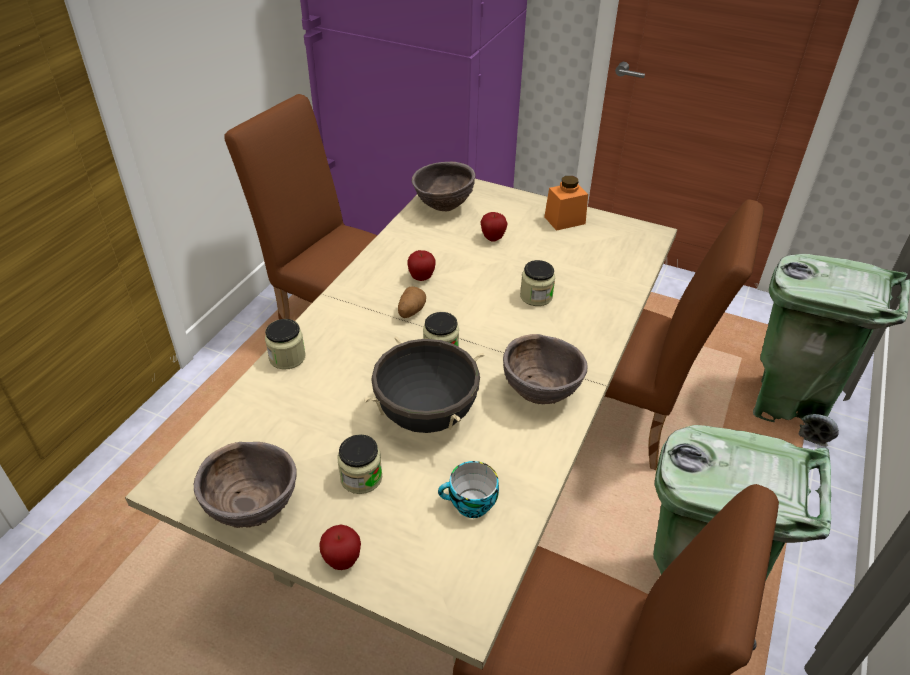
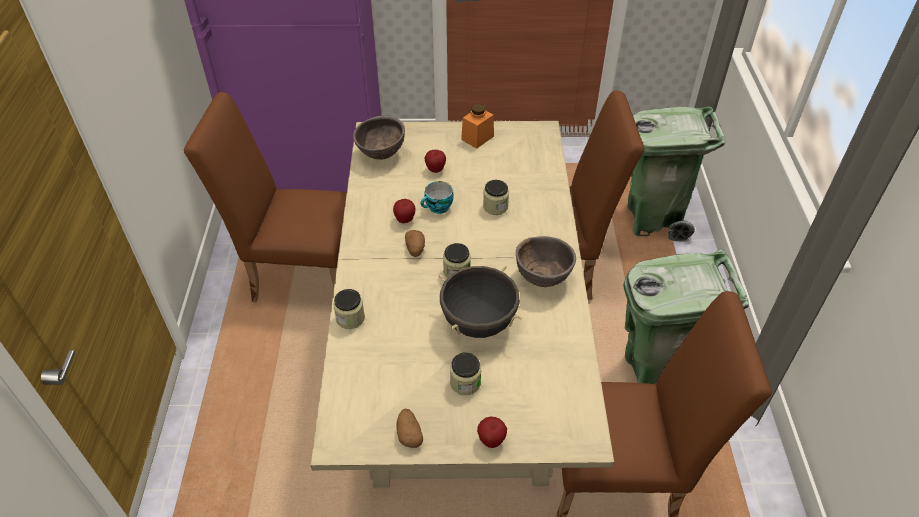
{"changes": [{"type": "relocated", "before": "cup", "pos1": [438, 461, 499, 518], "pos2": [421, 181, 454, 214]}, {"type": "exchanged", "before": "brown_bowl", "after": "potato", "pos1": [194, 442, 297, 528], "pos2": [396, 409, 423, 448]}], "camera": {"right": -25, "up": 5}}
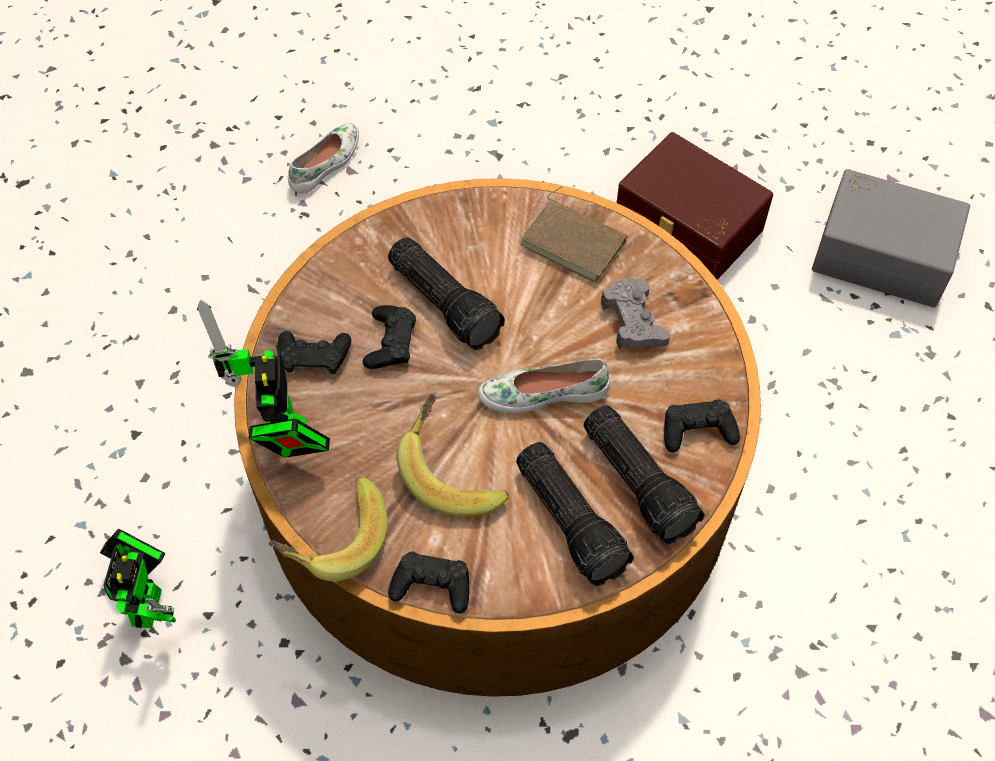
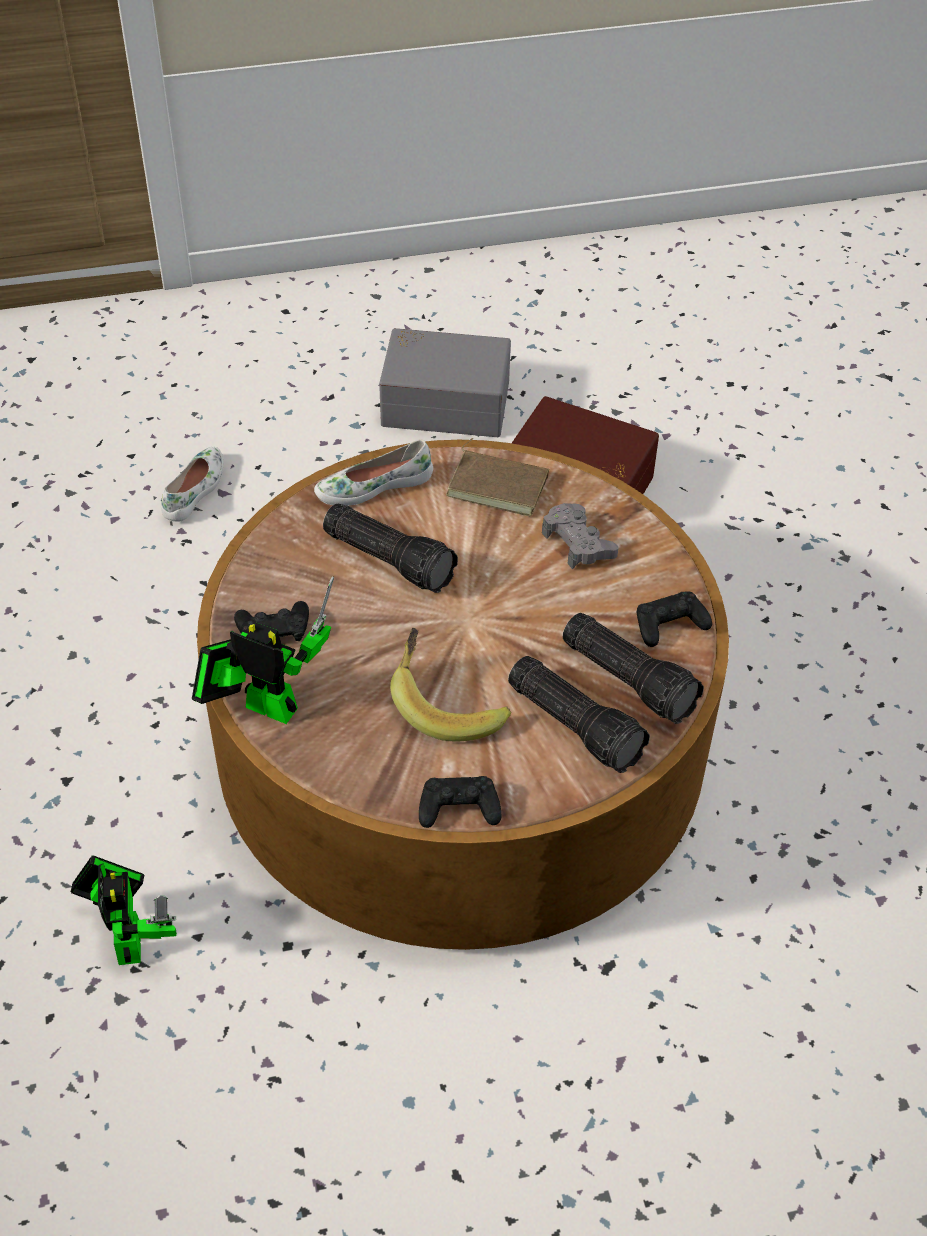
{"changes": [{"type": "missing", "before": "banana", "pos1": [269, 477, 387, 581]}, {"type": "missing", "before": "black_game_controller", "pos1": [363, 305, 416, 369]}, {"type": "relocated", "before": "white_shoe", "pos1": [478, 359, 610, 413], "pos2": [314, 440, 433, 506]}, {"type": "relocated", "before": "grey_storage_box", "pos1": [812, 169, 970, 307], "pos2": [379, 328, 511, 437]}, {"type": "spun", "before": "toy_robot", "pos1": [197, 300, 330, 458], "pos2": [192, 576, 334, 724], "turn": 135}], "camera": {"right": -15, "up": -10}}
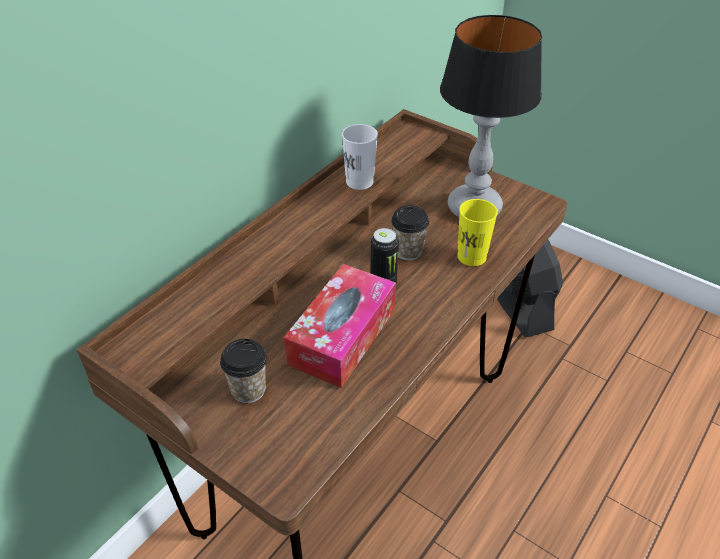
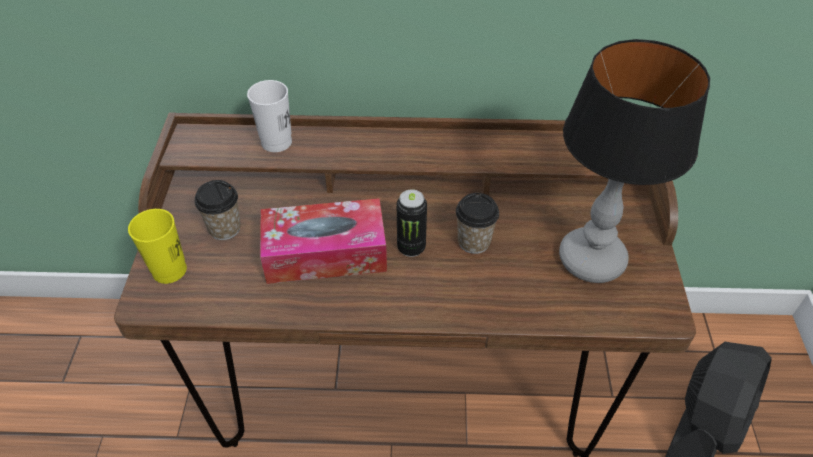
{"changes": [{"type": "relocated", "before": "white_cup", "pos1": [342, 124, 378, 190], "pos2": [247, 80, 292, 152]}, {"type": "relocated", "before": "yellow_cup", "pos1": [457, 199, 498, 266], "pos2": [128, 209, 187, 284]}], "camera": {"right": 55, "up": 5}}
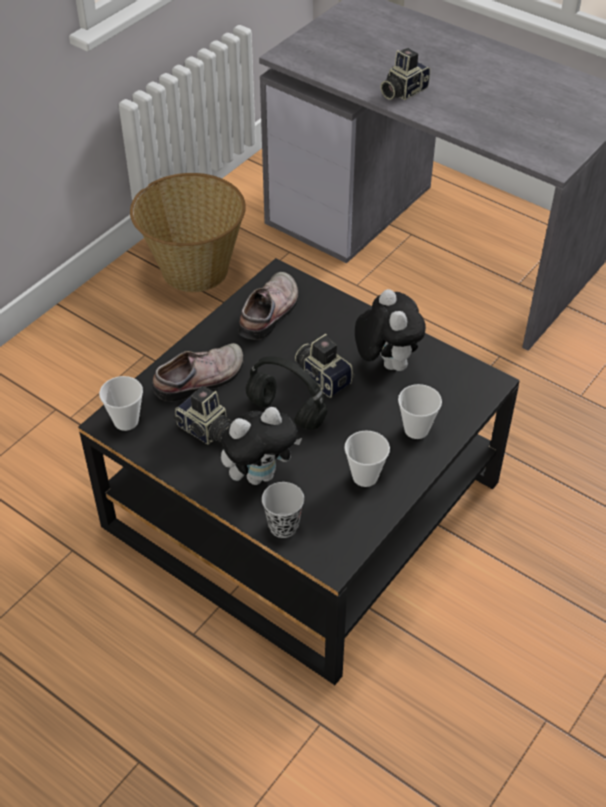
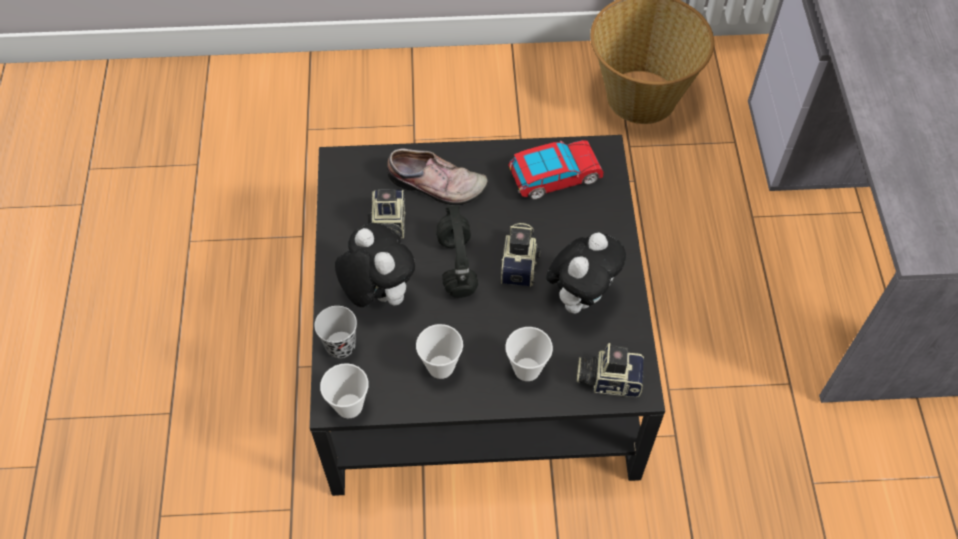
{"changes": [{"type": "relocated", "before": "cup", "pos1": [99, 376, 143, 431], "pos2": [320, 363, 369, 418]}, {"type": "relocated", "before": "photo_camera", "pos1": [380, 48, 430, 100], "pos2": [577, 343, 644, 397]}, {"type": "exchanged", "before": "shoe", "after": "toy_car", "pos1": [238, 272, 299, 340], "pos2": [508, 140, 603, 199]}, {"type": "spun", "before": "plush_toy", "pos1": [221, 407, 302, 485], "pos2": [335, 223, 415, 307], "turn": -150}], "camera": {"right": 50, "up": 10}}
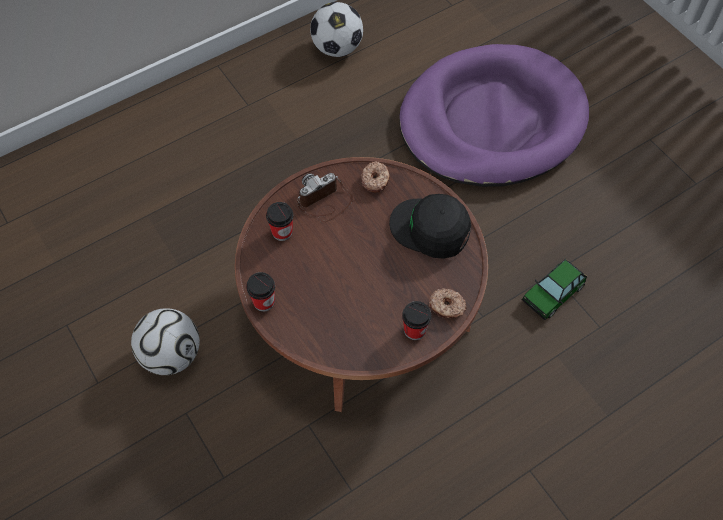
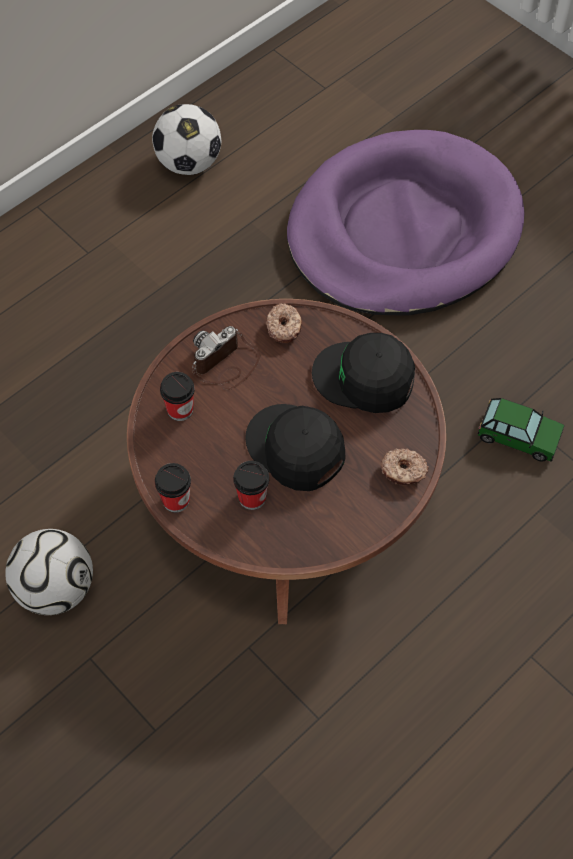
{"changes": [{"type": "appeared", "after": "black_cap", "pos2": [245, 404, 345, 491]}, {"type": "relocated", "before": "cup", "pos1": [402, 301, 431, 340], "pos2": [233, 461, 269, 510]}, {"type": "spun", "before": "toy_car", "pos1": [522, 258, 587, 320], "pos2": [478, 398, 565, 462], "turn": -105}], "camera": {"right": -10, "up": 0}}
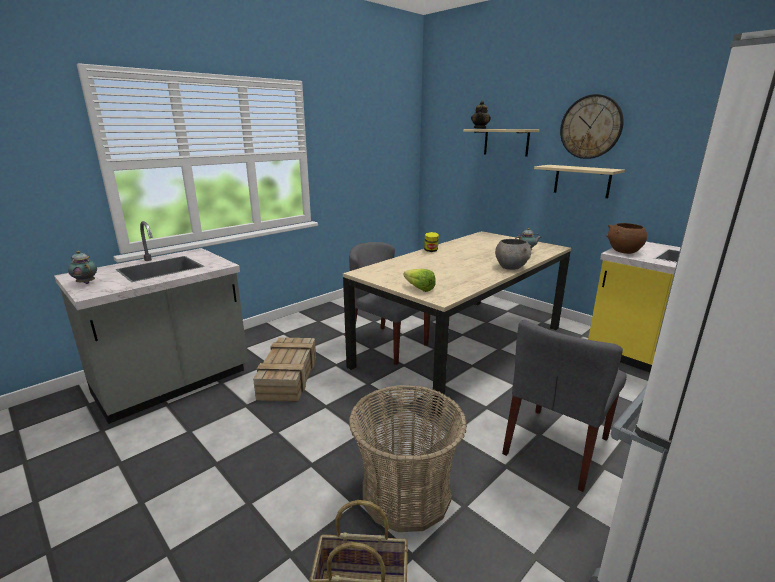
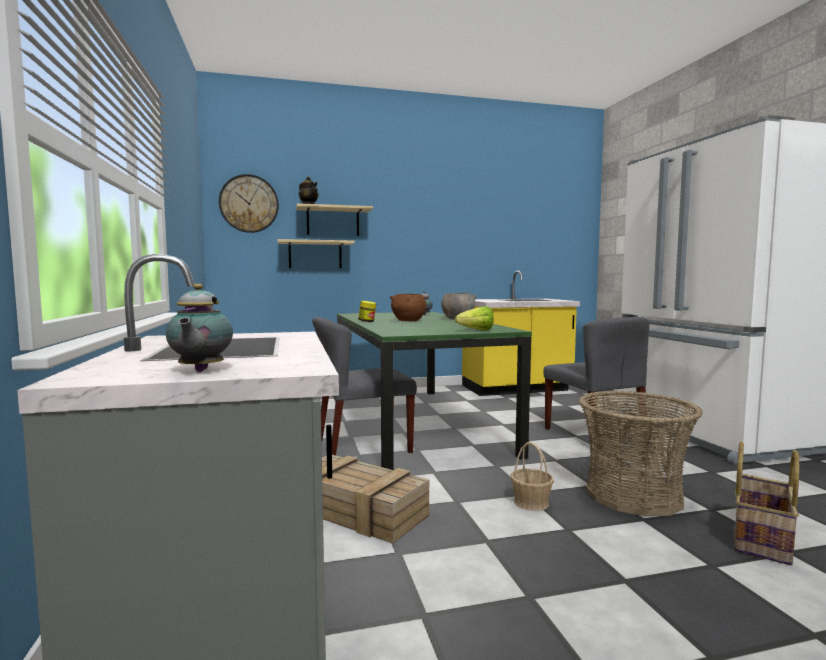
{"changes": [{"type": "appeared", "after": "basket", "pos2": [511, 442, 554, 511]}, {"type": "relocated", "before": "shelf", "pos1": [534, 165, 625, 198], "pos2": [278, 239, 355, 268]}, {"type": "relocated", "before": "wall_clock", "pos1": [560, 94, 624, 159], "pos2": [219, 174, 279, 233]}, {"type": "relocated", "before": "brown_bowl", "pos1": [606, 223, 647, 254], "pos2": [390, 294, 426, 321]}, {"type": "colour", "before": "beige_dining_table", "after": "green_dining_table", "pos1": [343, 231, 571, 417], "pos2": [337, 312, 532, 470]}, {"type": "spun", "before": "teapot", "pos1": [68, 251, 97, 284], "pos2": [166, 284, 233, 372], "turn": -75}], "camera": {"right": -60, "up": -15}}
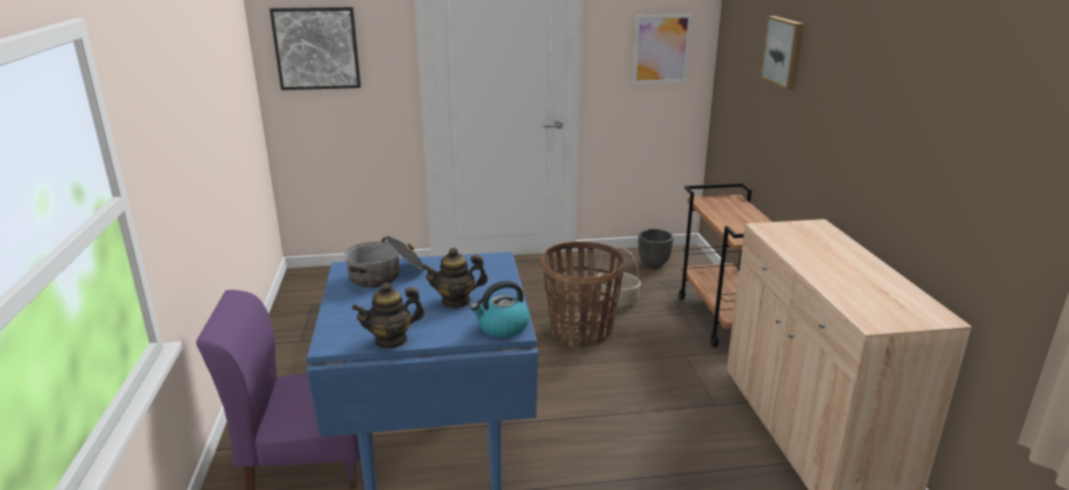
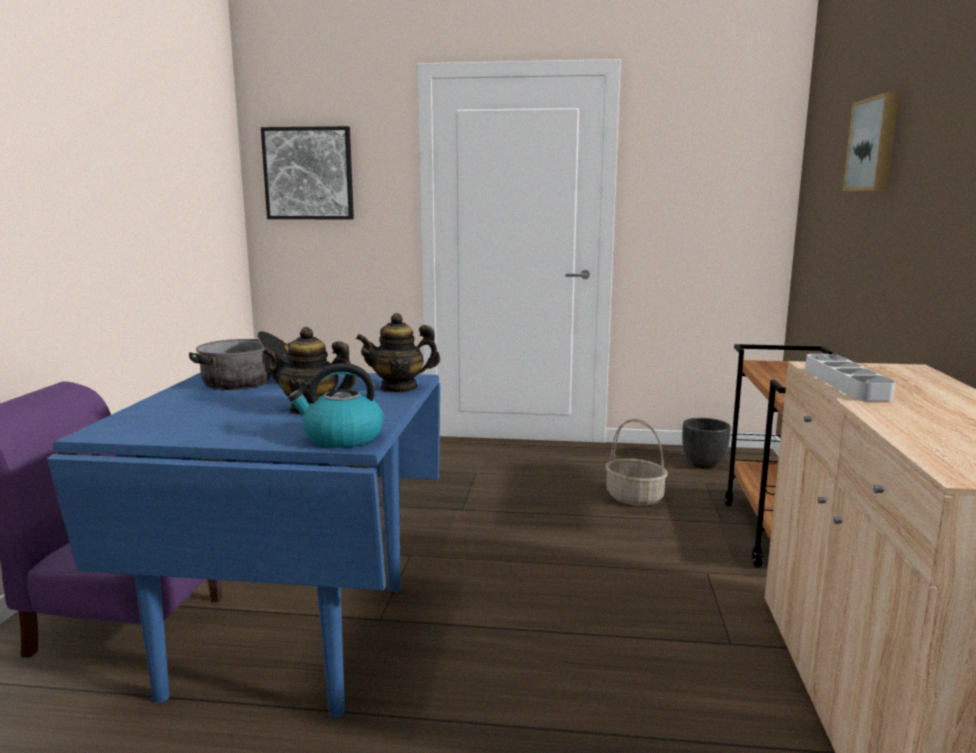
{"changes": [{"type": "missing", "before": "basket", "pos1": [541, 241, 625, 347]}, {"type": "missing", "before": "picture", "pos1": [633, 14, 692, 84]}, {"type": "appeared", "after": "grey_tray", "pos2": [805, 354, 896, 401]}, {"type": "relocated", "before": "teapot", "pos1": [352, 282, 424, 349], "pos2": [356, 313, 440, 393]}], "camera": {"right": 15, "up": -10}}
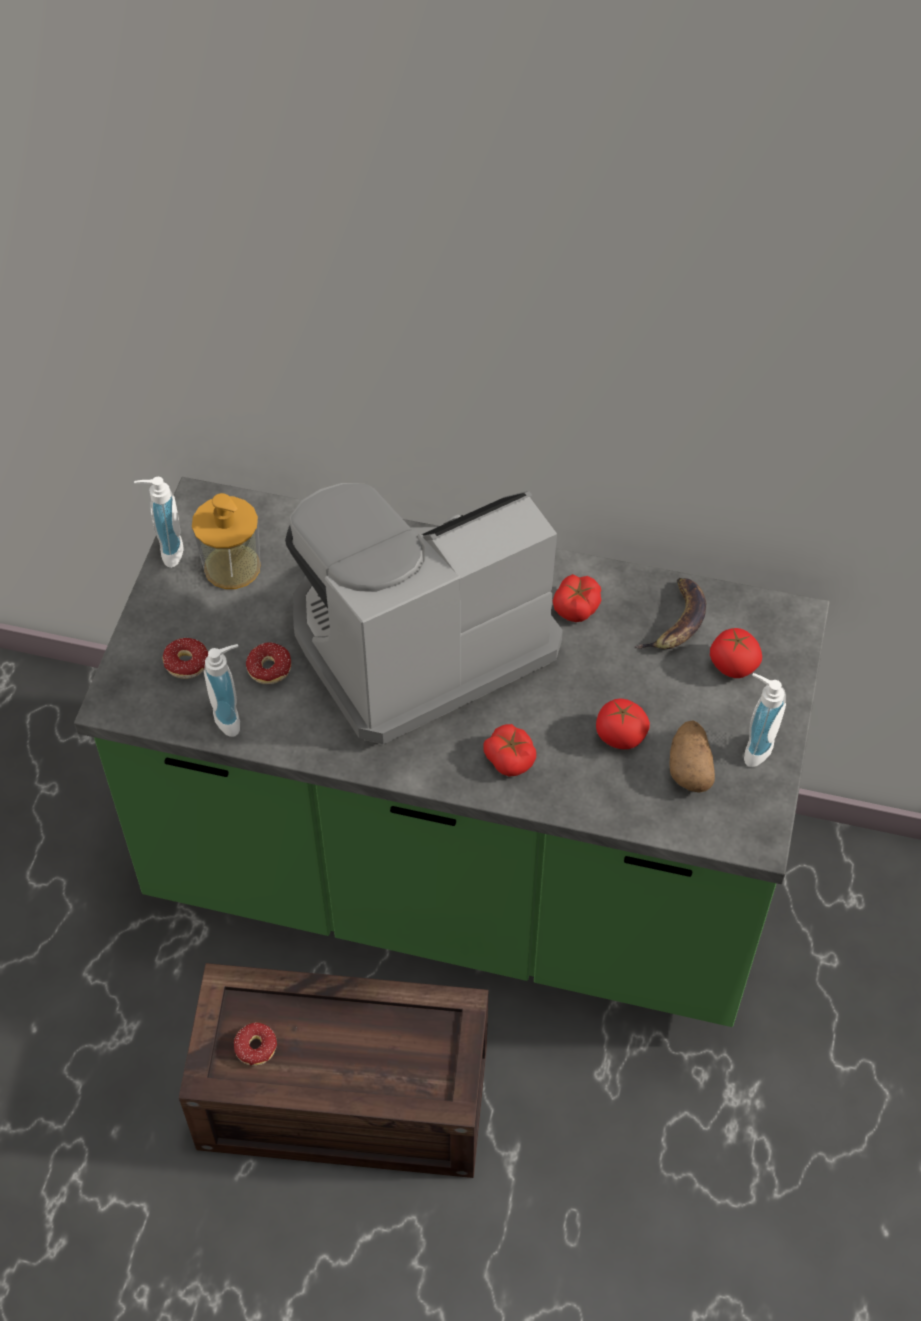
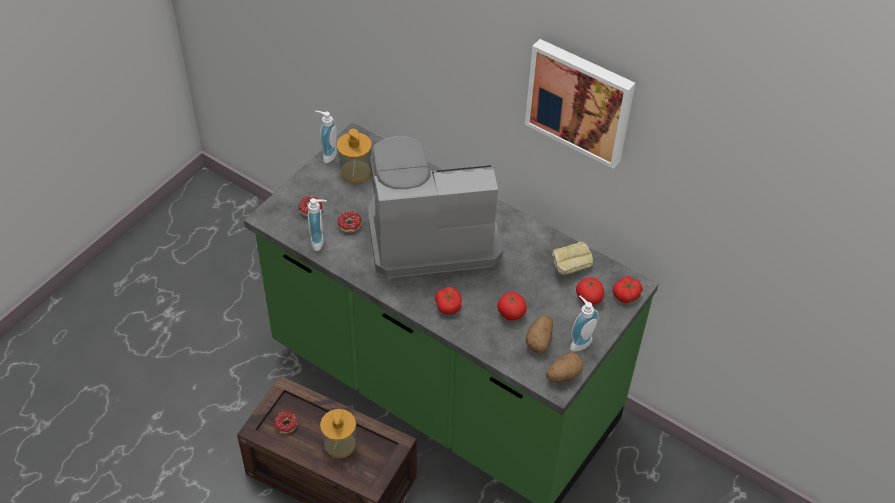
{"changes": [{"type": "appeared", "after": "soap_dispenser", "pos2": [320, 409, 356, 458]}, {"type": "appeared", "after": "picture", "pos2": [525, 39, 635, 169]}, {"type": "appeared", "after": "potato", "pos2": [546, 352, 583, 382]}, {"type": "relocated", "before": "tomato", "pos1": [553, 574, 602, 622], "pos2": [613, 276, 643, 303]}, {"type": "exchanged", "before": "banana", "after": "bread", "pos1": [635, 578, 706, 649], "pos2": [552, 242, 593, 275]}], "camera": {"right": 20, "up": -5}}
